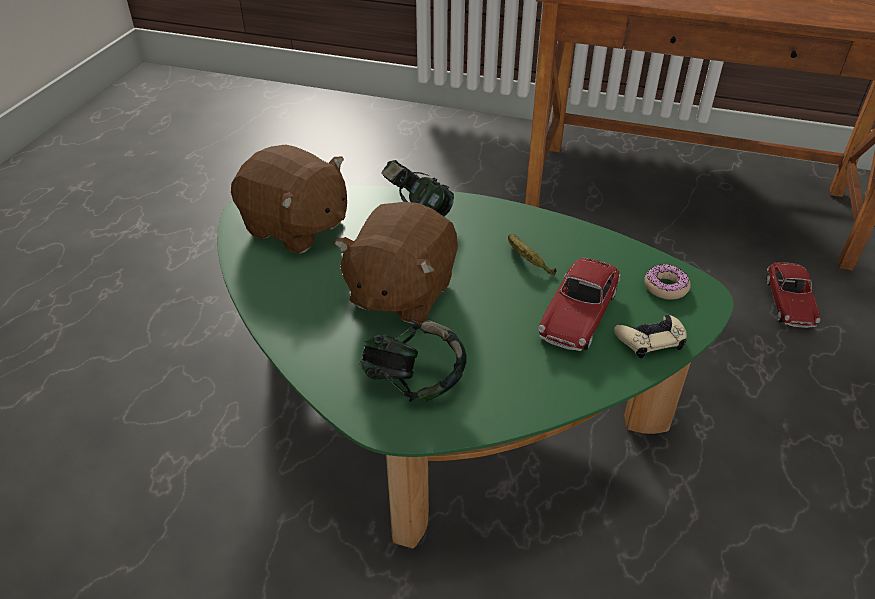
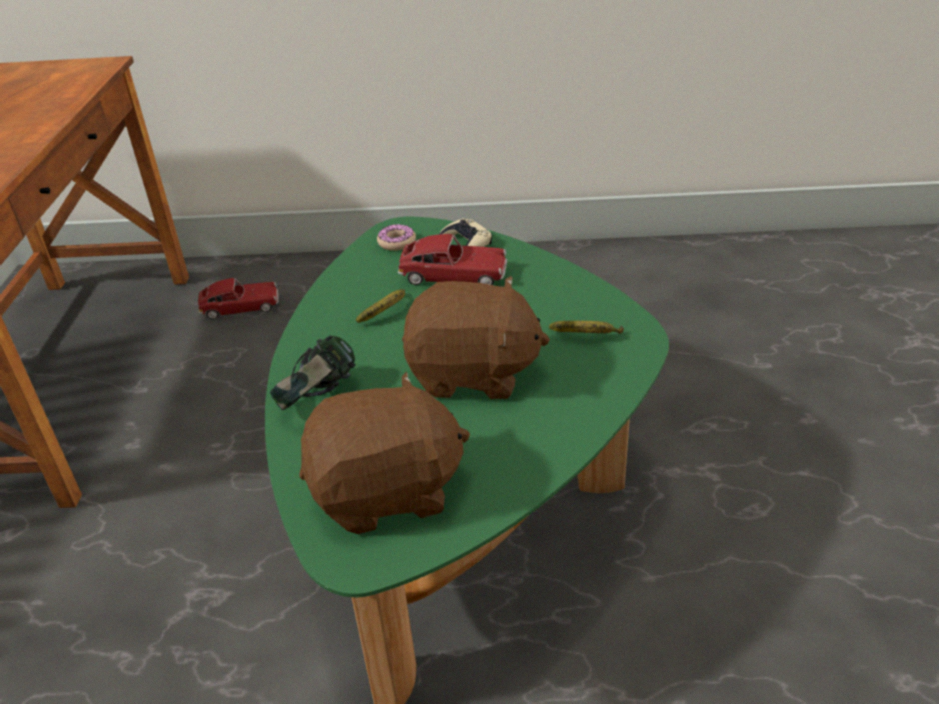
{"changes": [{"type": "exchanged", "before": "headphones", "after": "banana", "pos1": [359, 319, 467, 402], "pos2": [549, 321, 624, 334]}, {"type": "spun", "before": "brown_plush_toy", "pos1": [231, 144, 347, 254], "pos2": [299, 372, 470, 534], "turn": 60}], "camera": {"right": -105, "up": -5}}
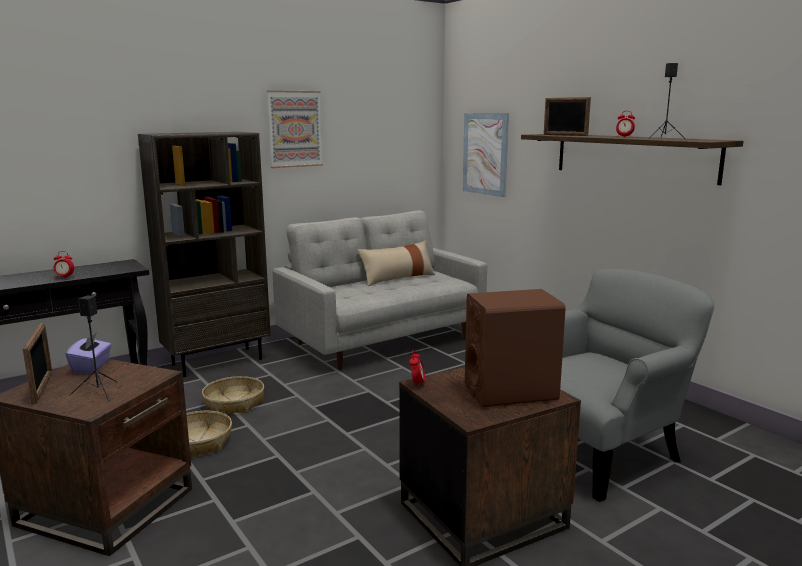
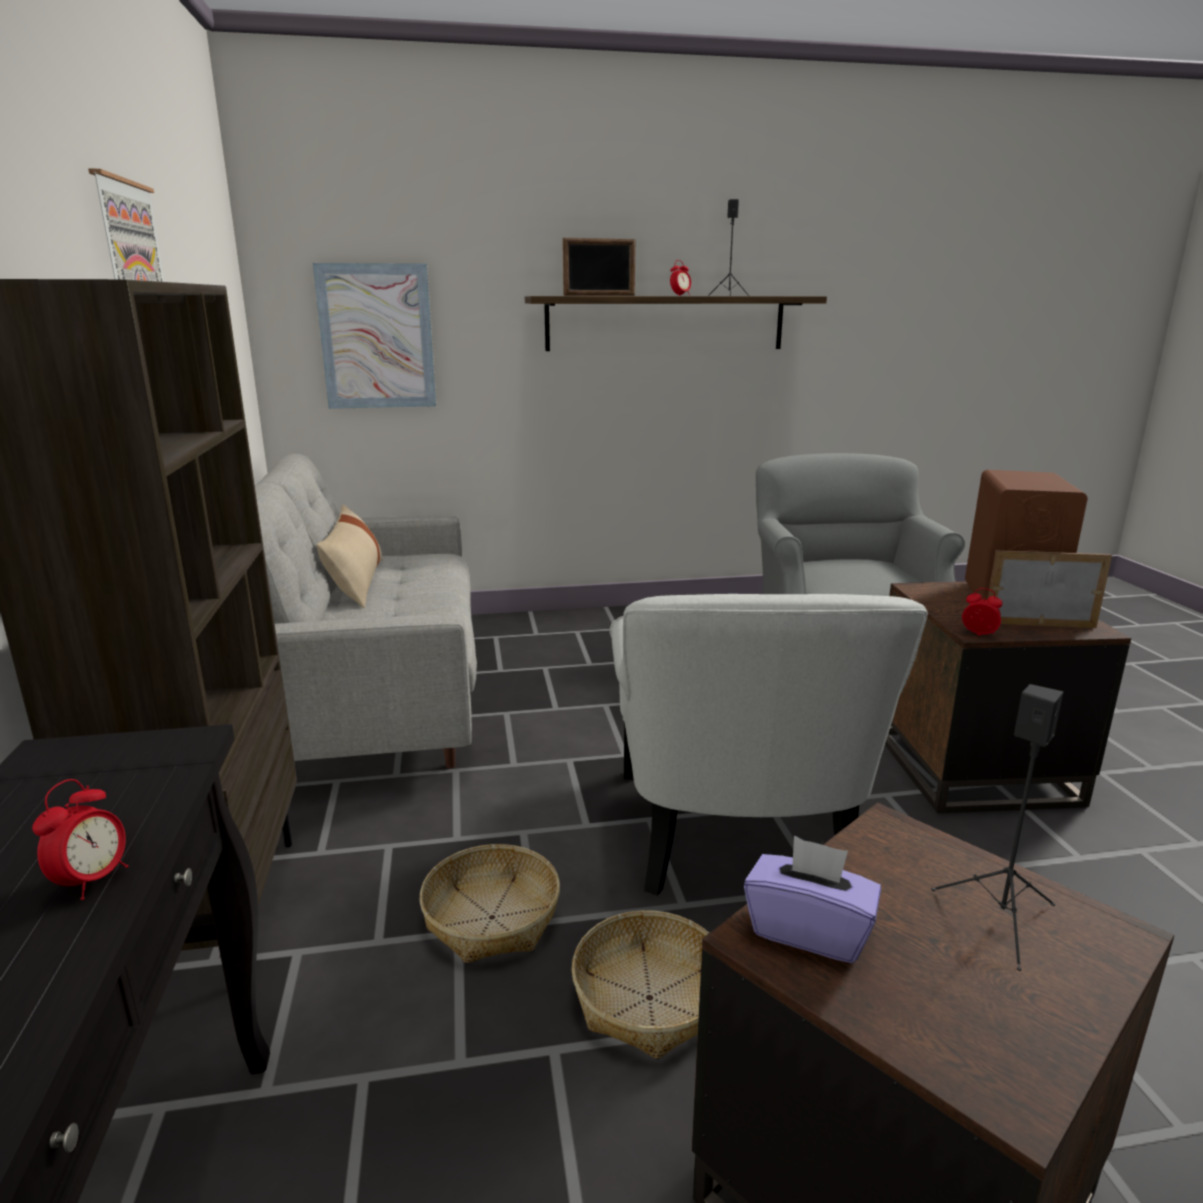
{"changes": [{"type": "appeared", "after": "white_armchair", "pos2": [610, 594, 928, 896]}, {"type": "relocated", "before": "picture_frame", "pos1": [23, 323, 52, 405], "pos2": [987, 550, 1112, 628]}], "camera": {"right": -65, "up": 5}}
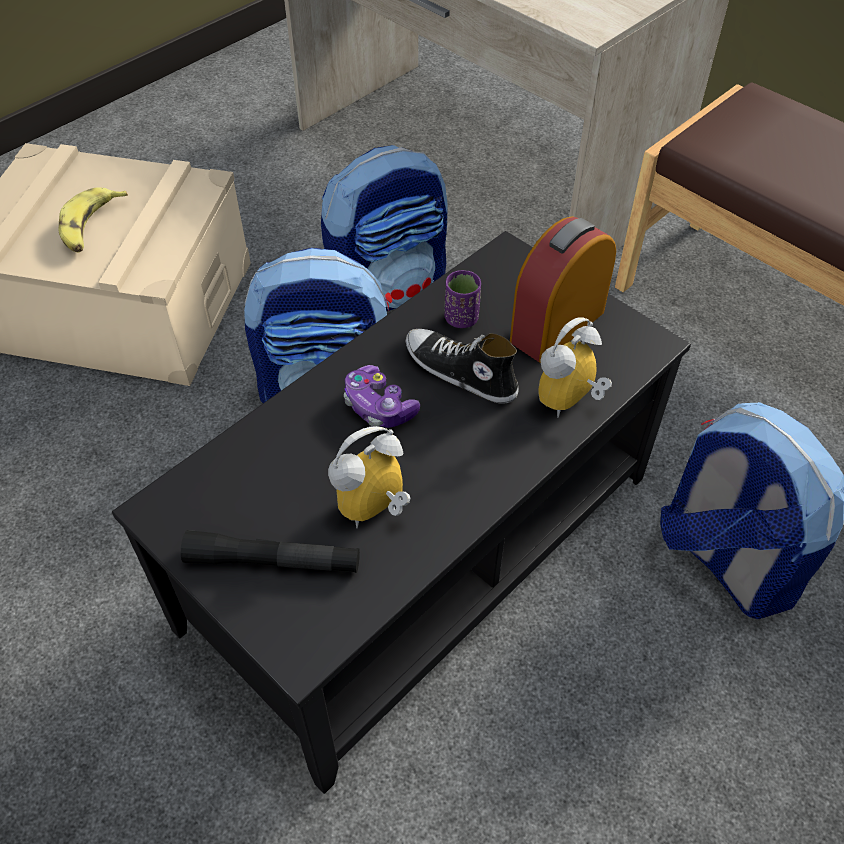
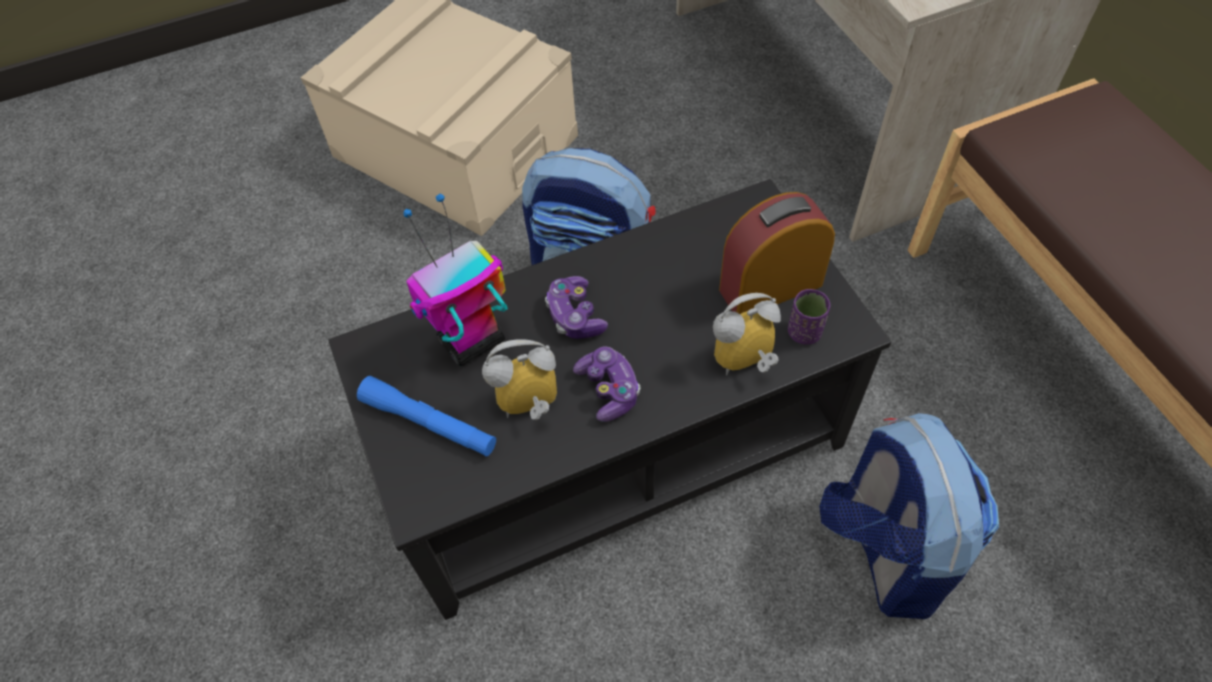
{"changes": [{"type": "missing", "before": "banana", "pos1": [58, 187, 128, 253]}, {"type": "missing", "before": "backpack", "pos1": [321, 145, 448, 312]}, {"type": "missing", "before": "shoe", "pos1": [406, 329, 519, 404]}, {"type": "appeared", "after": "toy_robot", "pos2": [403, 194, 508, 366]}, {"type": "appeared", "after": "game_controller", "pos2": [573, 347, 641, 422]}, {"type": "relocated", "before": "purple_cup", "pos1": [445, 270, 481, 328], "pos2": [788, 289, 830, 345]}, {"type": "colour", "before": "black_flashlight", "after": "blue_flashlight", "pos1": [181, 530, 360, 573], "pos2": [357, 376, 496, 457]}], "camera": {"right": 25, "up": 5}}
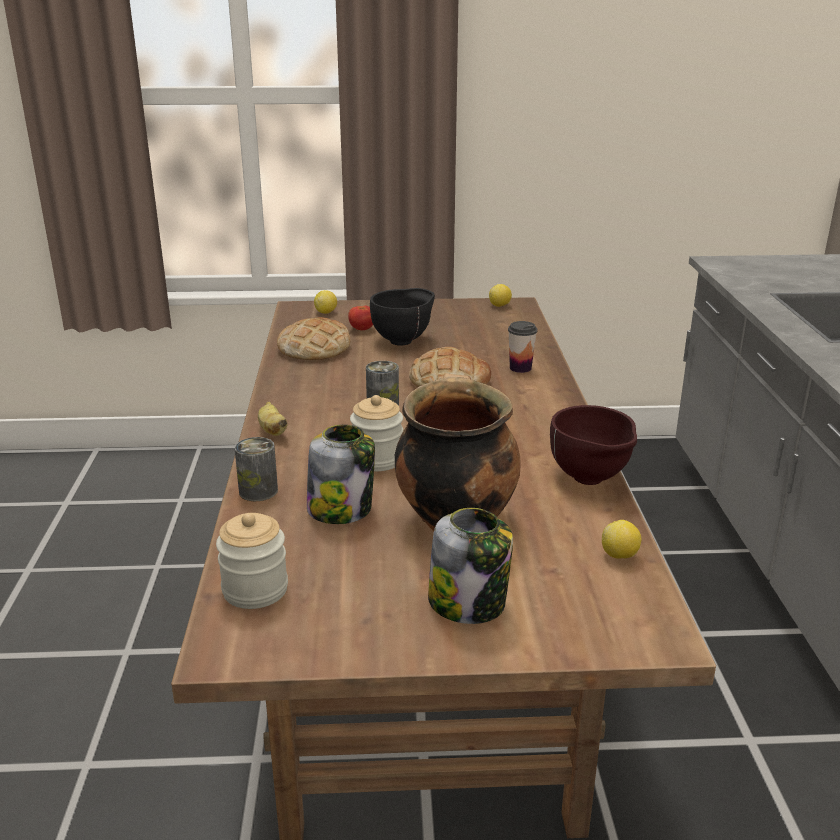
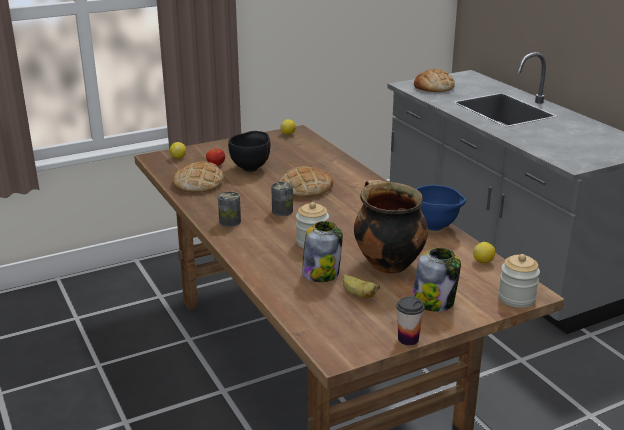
{"changes": [{"type": "appeared", "after": "bread", "pos2": [414, 69, 455, 92]}, {"type": "relocated", "before": "jar", "pos1": [216, 513, 288, 609], "pos2": [498, 254, 540, 308]}, {"type": "relocated", "before": "can", "pos1": [234, 437, 278, 501], "pos2": [218, 191, 241, 227]}, {"type": "relocated", "before": "banana", "pos1": [258, 401, 287, 436], "pos2": [343, 274, 380, 298]}, {"type": "relocated", "before": "cup", "pos1": [508, 321, 537, 373], "pos2": [396, 296, 424, 345]}, {"type": "colour", "before": "brown_bowl", "after": "blue_bowl", "pos1": [550, 405, 637, 485], "pos2": [416, 185, 466, 231]}], "camera": {"right": -25, "up": 0}}
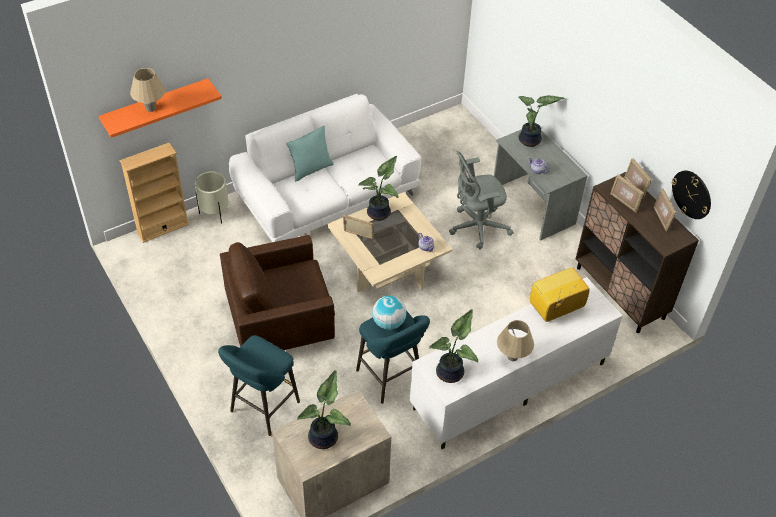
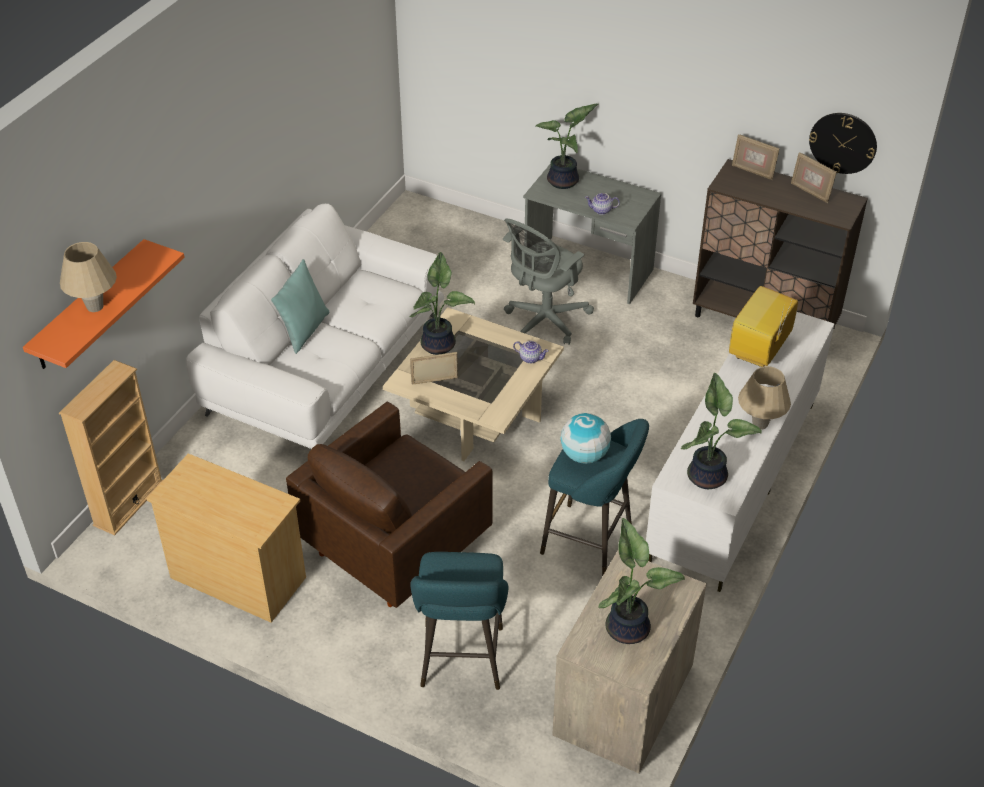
{"changes": [{"type": "missing", "before": "beige_planter", "pos1": [195, 171, 229, 224]}, {"type": "missing", "before": "picture_frame", "pos1": [610, 174, 644, 213]}, {"type": "appeared", "after": "beige_dresser", "pos2": [146, 453, 306, 623]}], "camera": {"right": -30, "up": -5}}
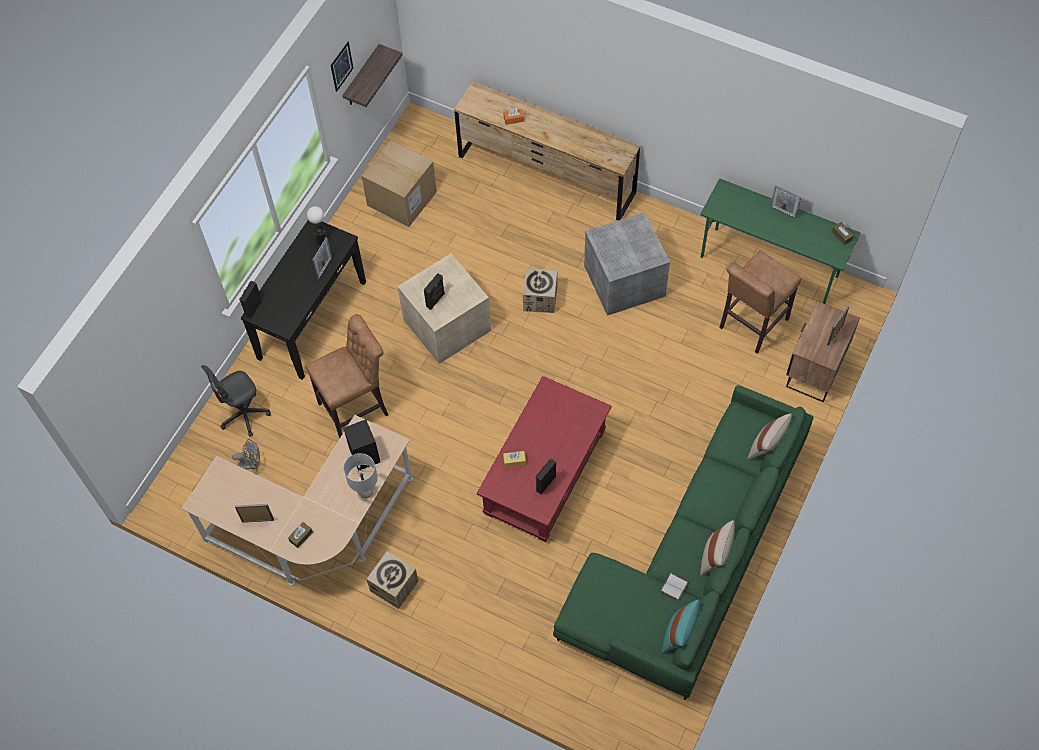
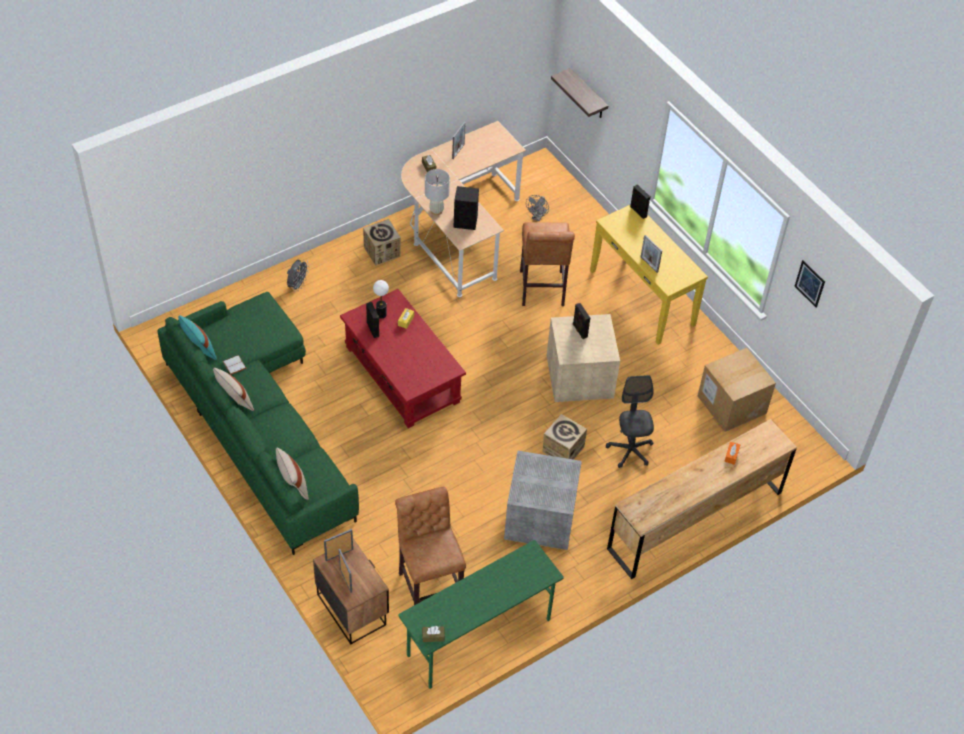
{"changes": [{"type": "appeared", "after": "grey_fan", "pos2": [287, 260, 309, 290]}, {"type": "relocated", "before": "grey_office_chair", "pos1": [201, 365, 271, 437], "pos2": [606, 375, 654, 468]}, {"type": "relocated", "before": "table_lamp", "pos1": [307, 206, 327, 245], "pos2": [373, 280, 389, 319]}, {"type": "relocated", "before": "shelf", "pos1": [342, 44, 402, 107], "pos2": [551, 68, 608, 118]}, {"type": "relocated", "before": "picture_frame", "pos1": [770, 185, 801, 219], "pos2": [324, 529, 353, 561]}, {"type": "colour", "before": "black_console_table", "after": "yellow_console_table", "pos1": [241, 220, 366, 380], "pos2": [590, 204, 708, 345]}], "camera": {"right": 115, "up": -10}}
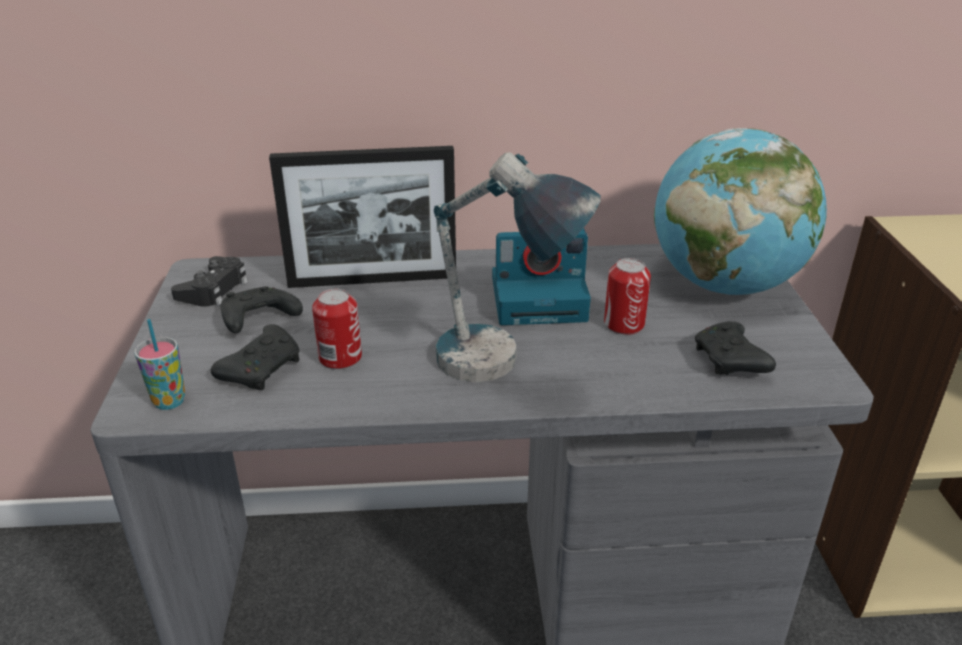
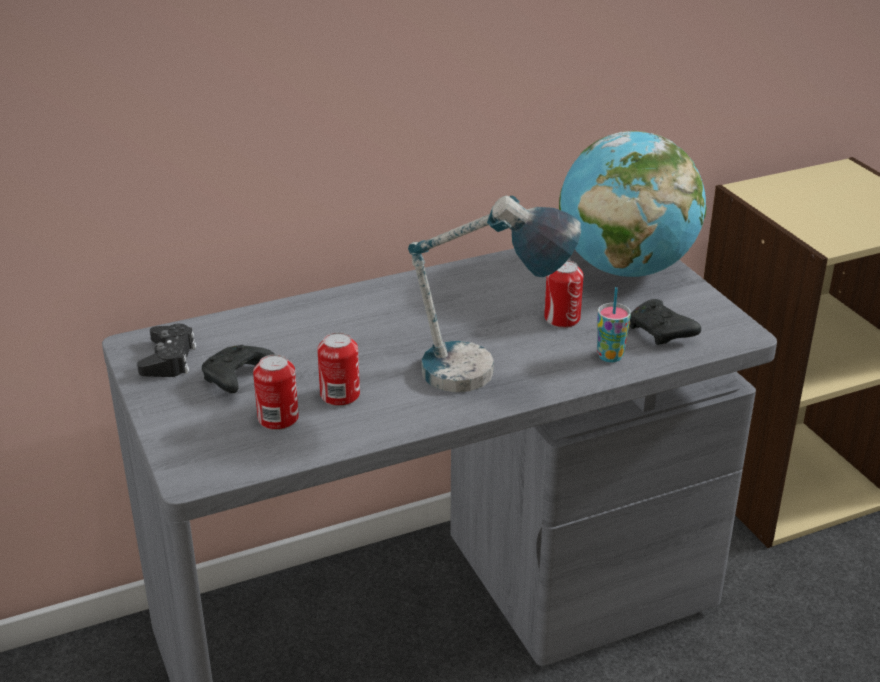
{"changes": [{"type": "missing", "before": "picture_frame", "pos1": [269, 146, 456, 288]}, {"type": "missing", "before": "photo_camera", "pos1": [492, 228, 591, 325]}, {"type": "relocated", "before": "cup", "pos1": [134, 319, 185, 410], "pos2": [597, 287, 631, 362]}, {"type": "exchanged", "before": "black_game_controller", "after": "can", "pos1": [211, 324, 300, 390], "pos2": [253, 354, 299, 430]}], "camera": {"right": -20, "up": 0}}
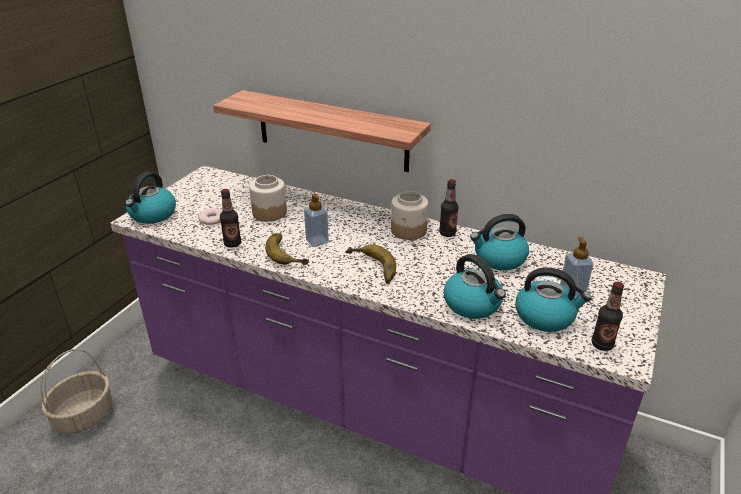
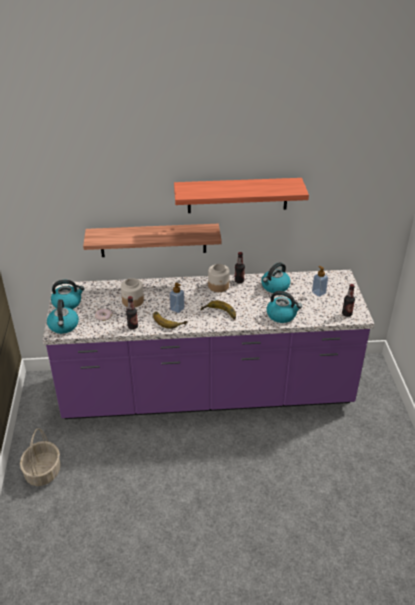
{"changes": [{"type": "appeared", "after": "shelf", "pos2": [174, 178, 309, 213]}, {"type": "relocated", "before": "kettle", "pos1": [516, 267, 591, 332], "pos2": [51, 280, 85, 309]}], "camera": {"right": -30, "up": 5}}
